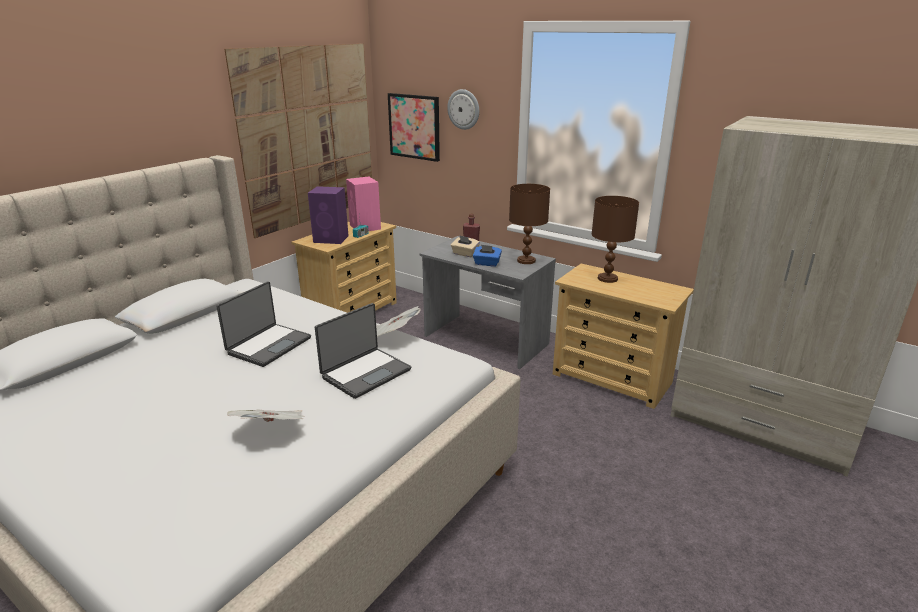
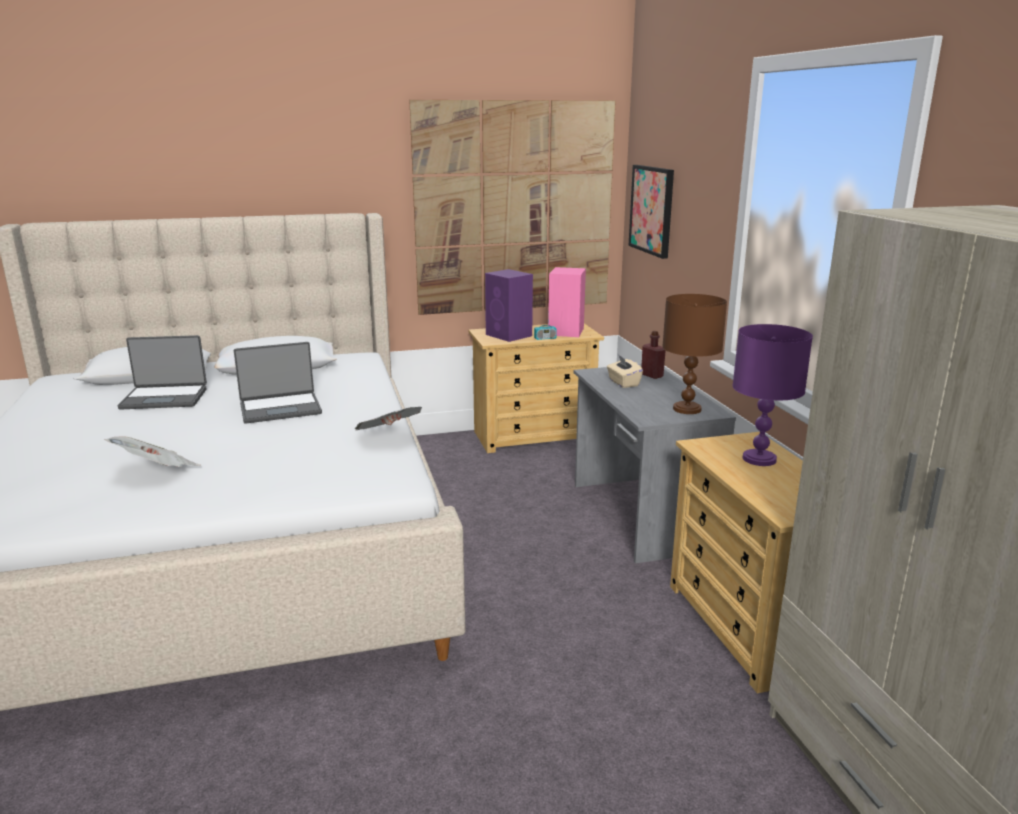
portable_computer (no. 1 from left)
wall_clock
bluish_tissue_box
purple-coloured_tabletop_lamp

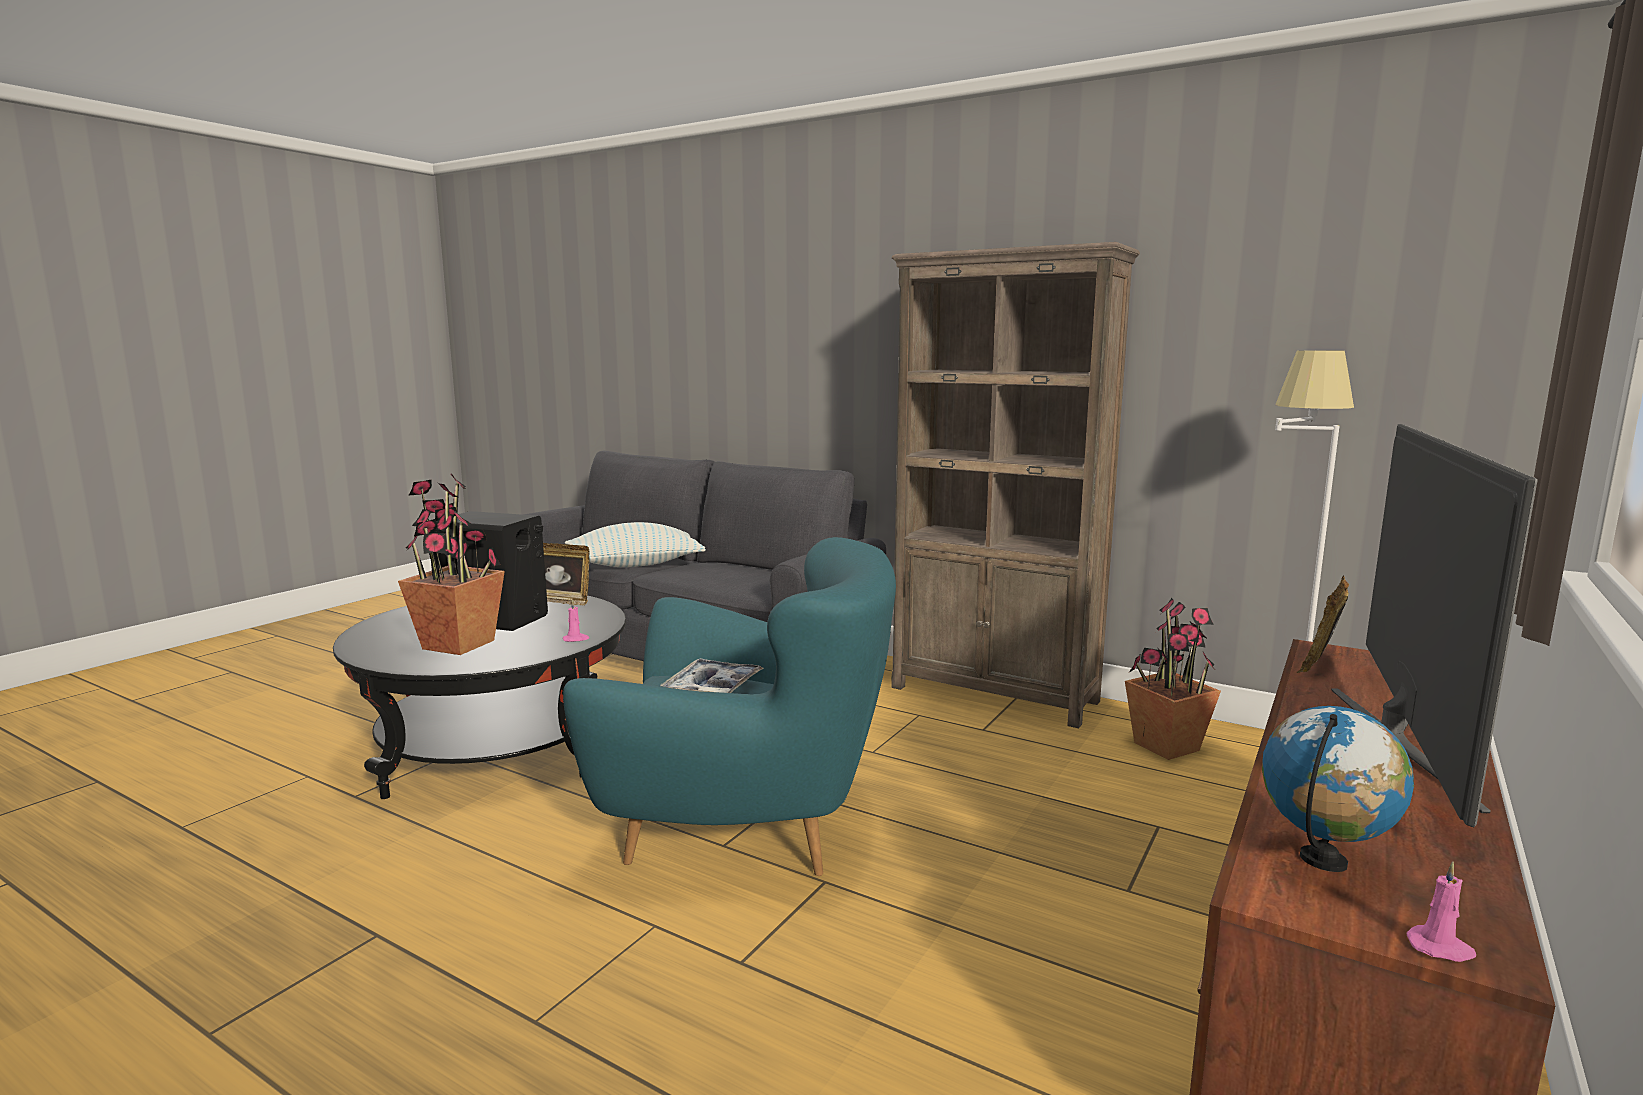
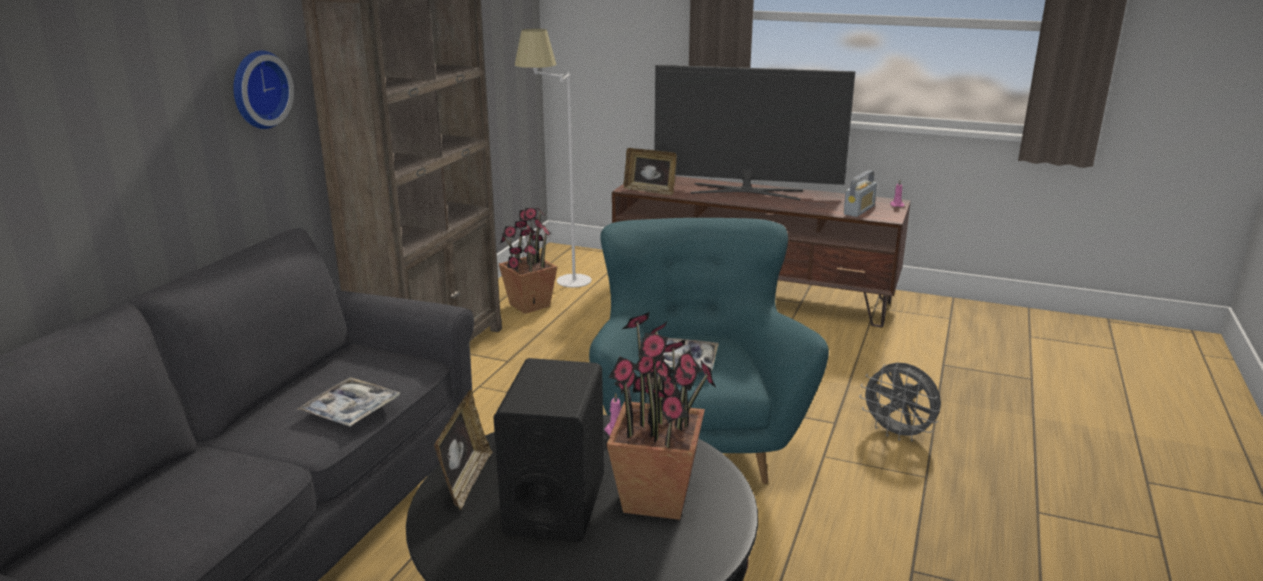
cushion
radio_set
wall_clock
tray (no. 1 from left)
greyish_electric_fan

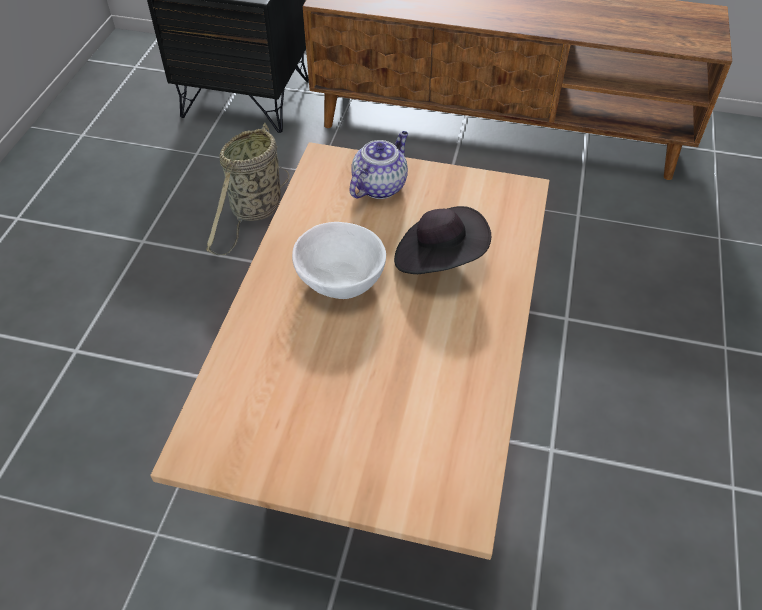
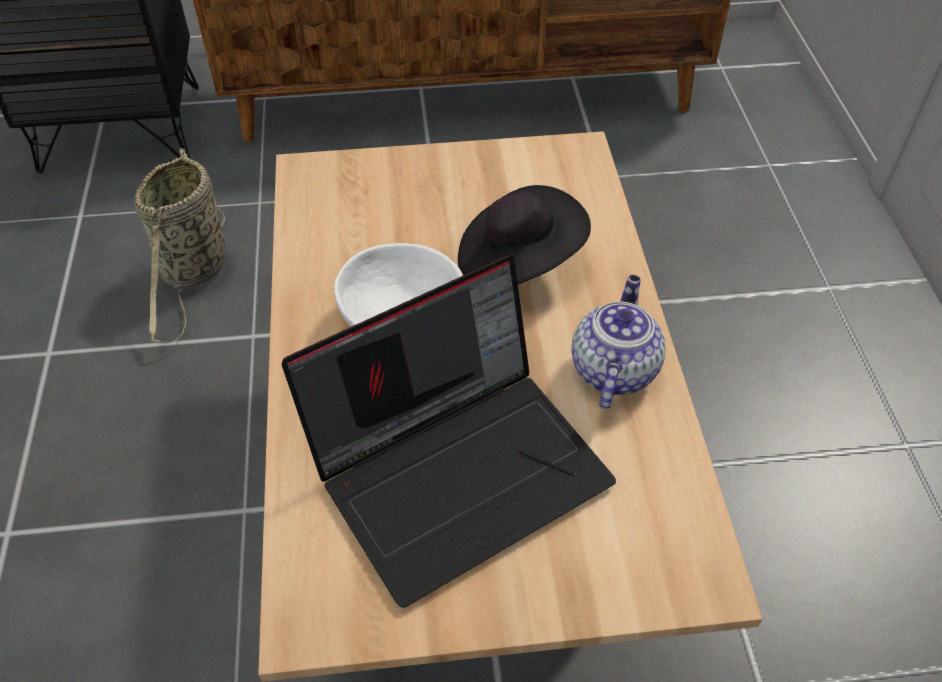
pot_for_tea
portable_computer

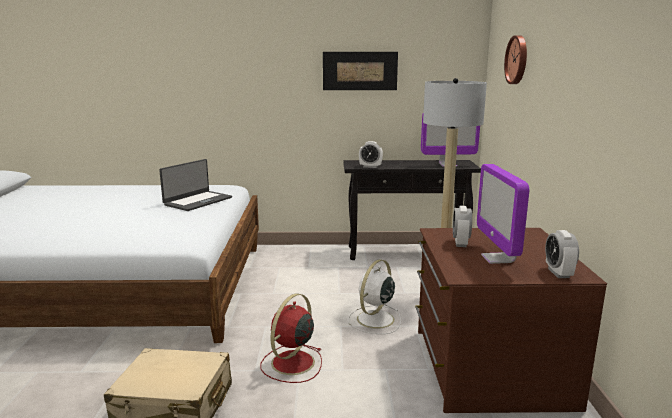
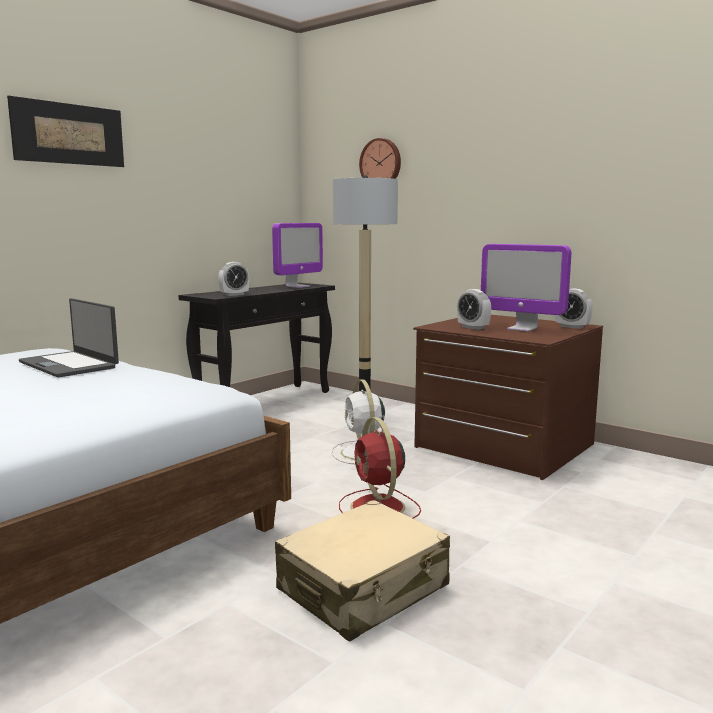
portable_computer
wall_art

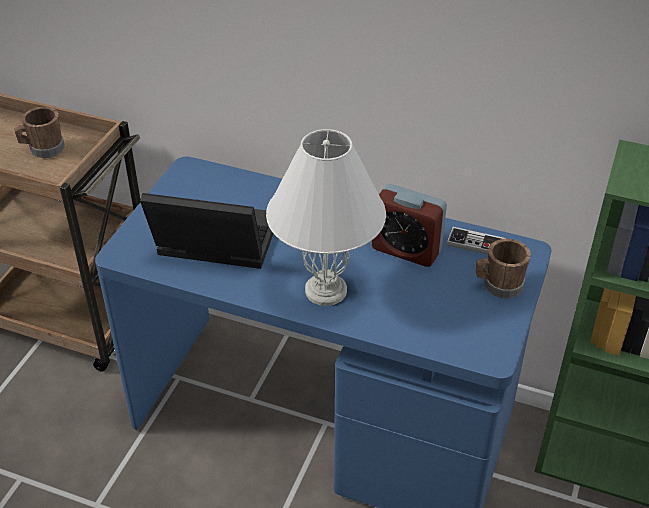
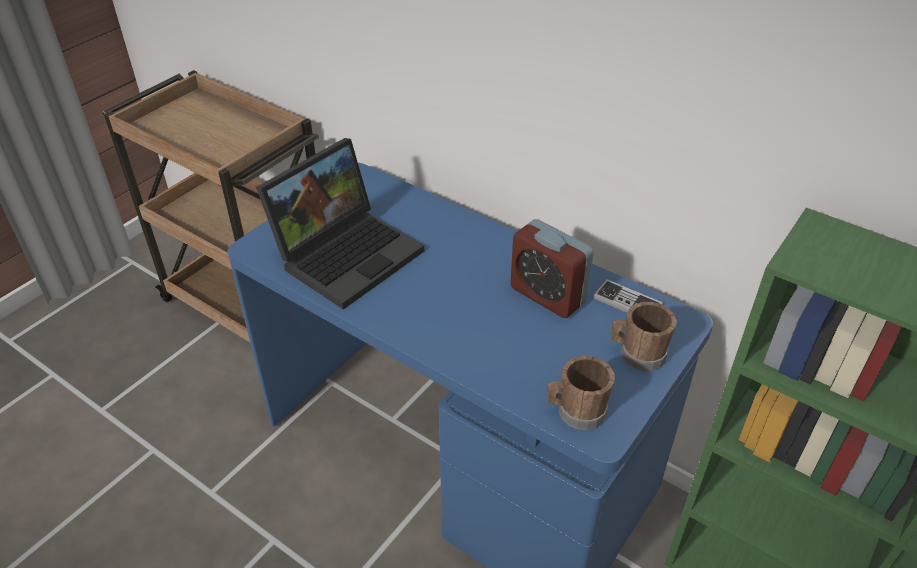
brown_mug (no. 1 from left)
portable_computer
whitish_tabletop_lamp

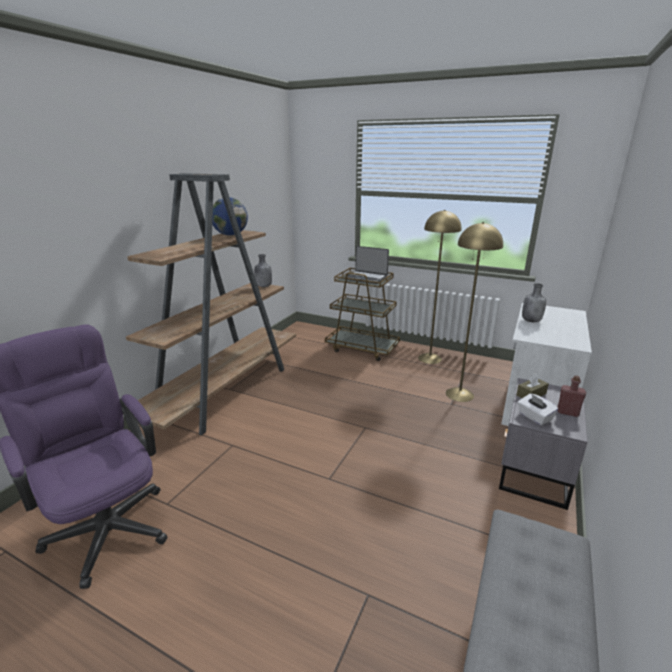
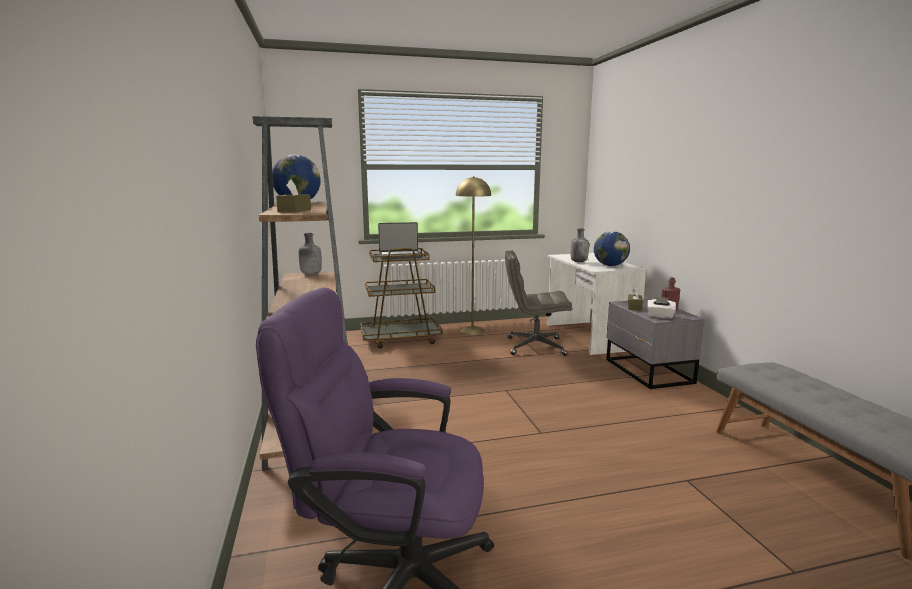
greyish_office_chair
brown_tissue_box (no. 1 from left)
world_globe (no. 2 from left)

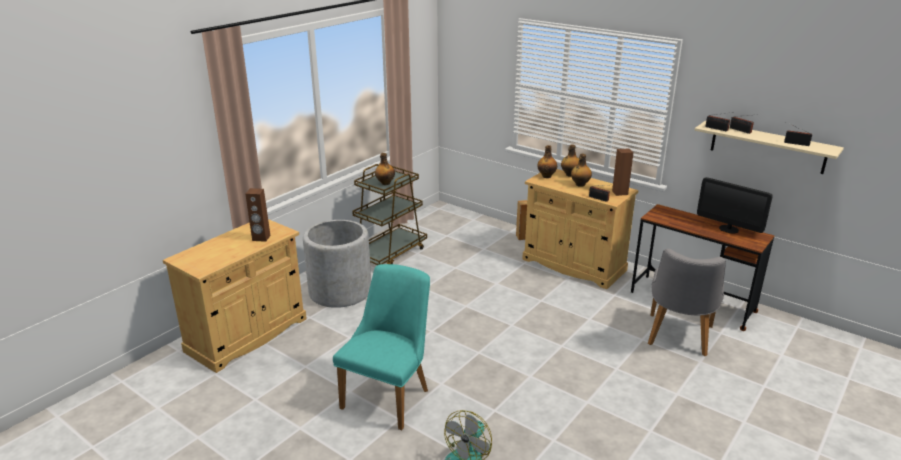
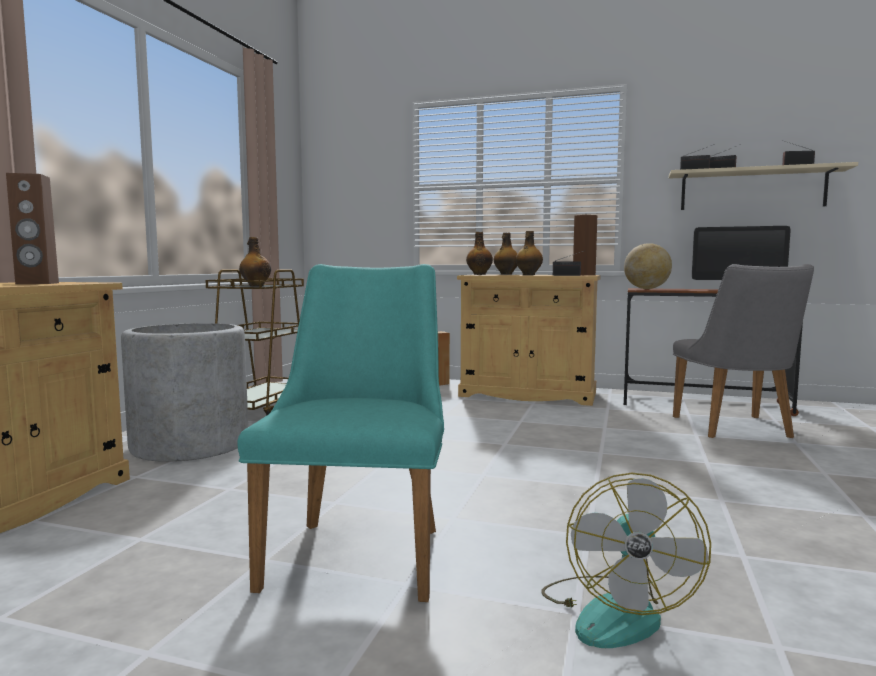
world_globe

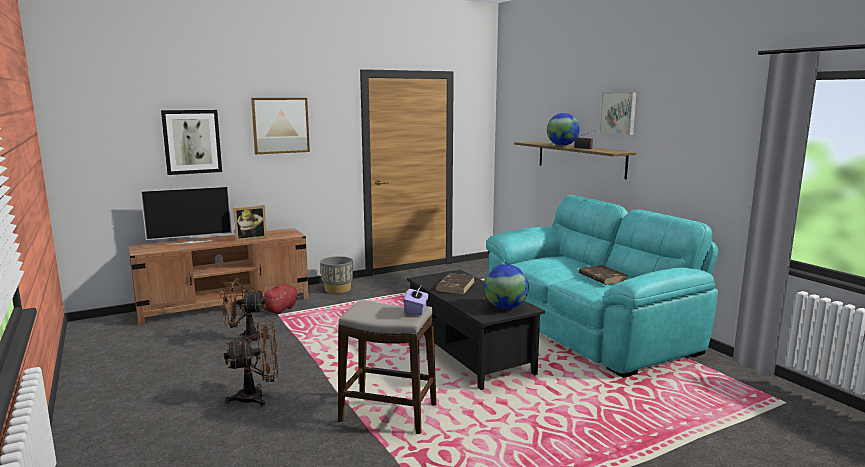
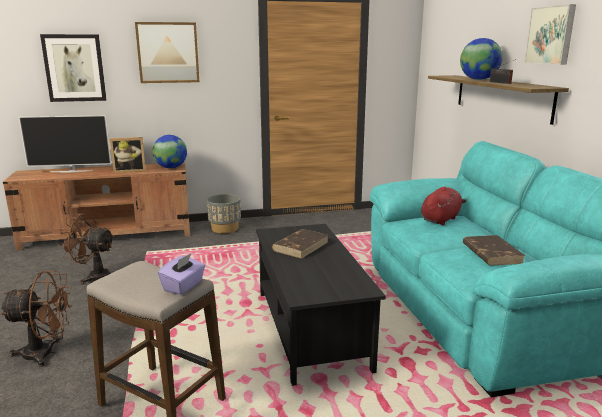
red-coloured_soft_toy
world_globe (no. 1 from left)

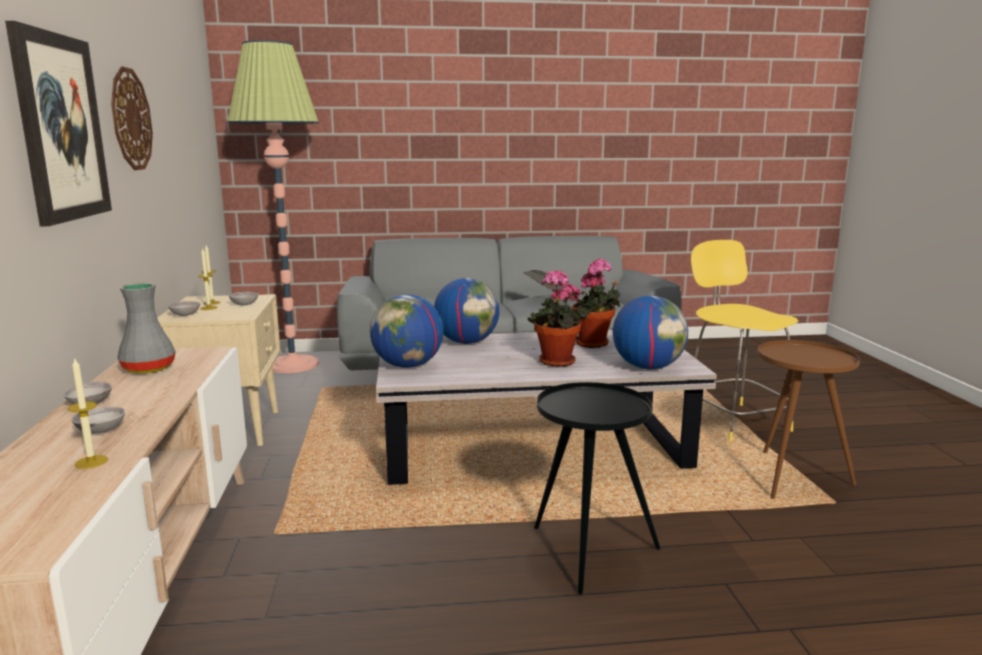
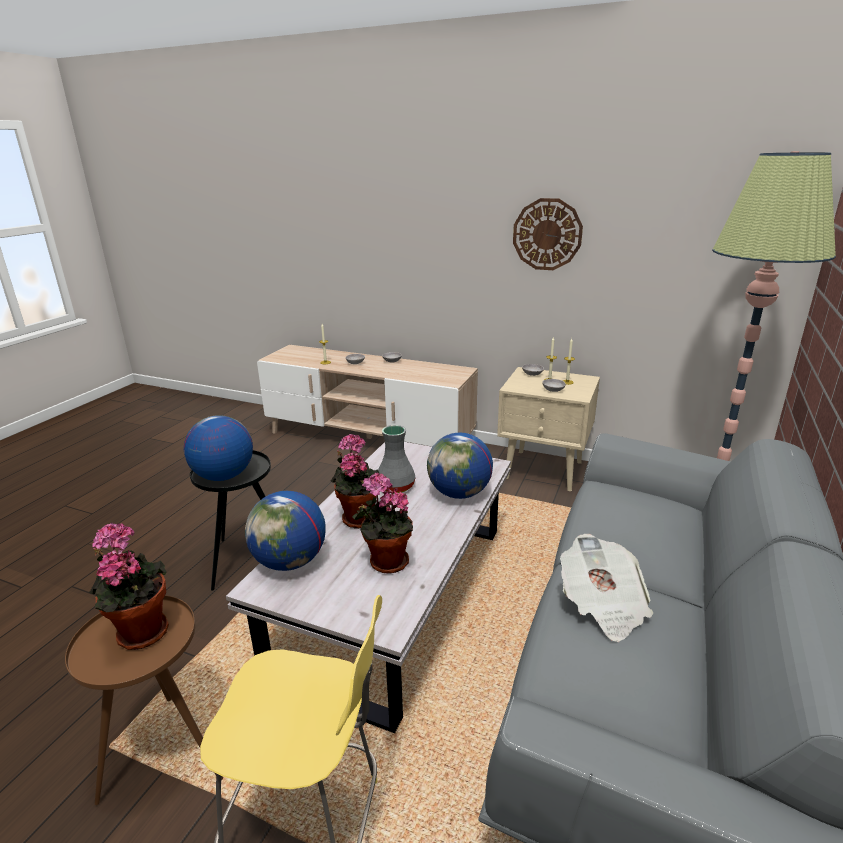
wall_art
greyish_decorative_vase
world_globe (no. 1 from left)
houseplant (no. 1 from left)

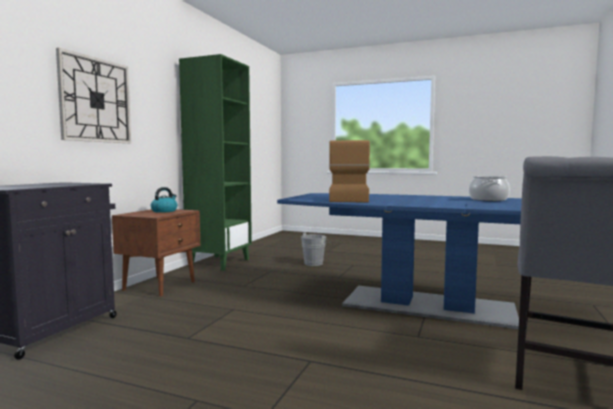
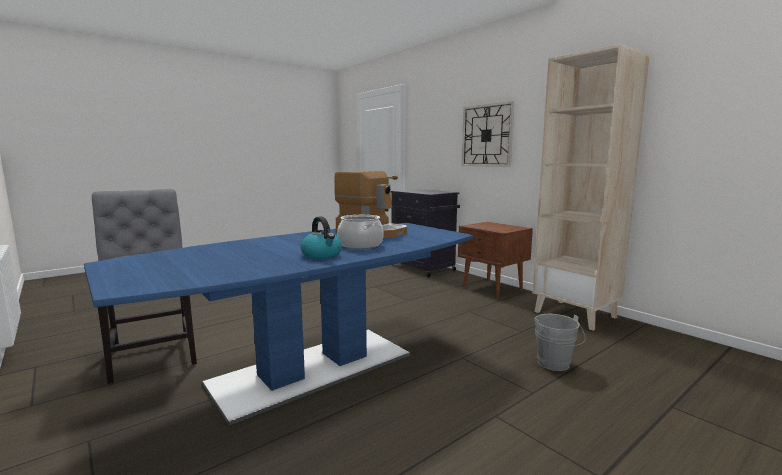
water_kettle
beige-coloured_bookshelf
saucepot

